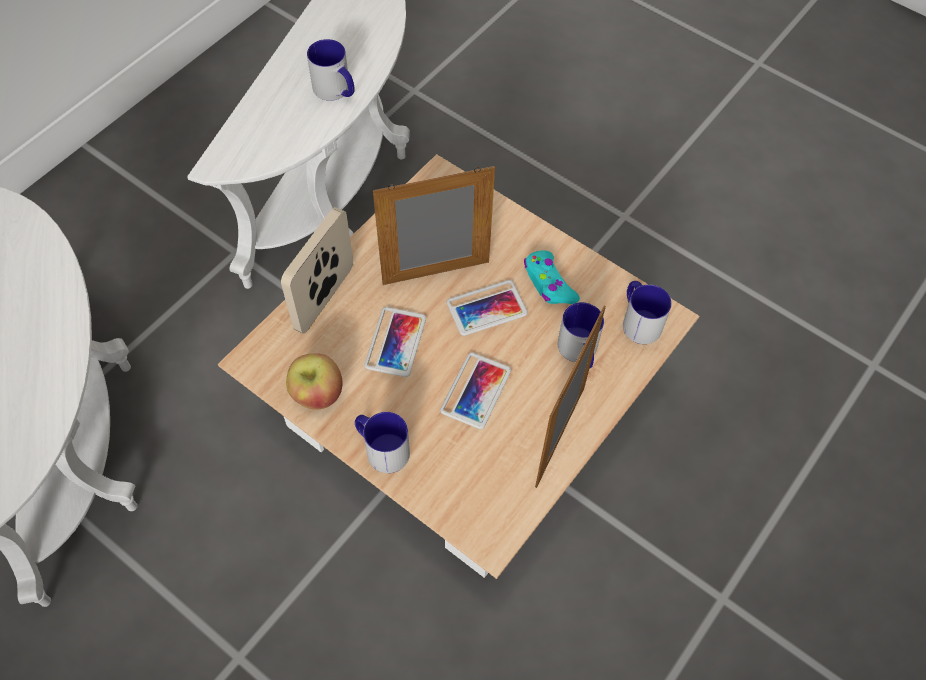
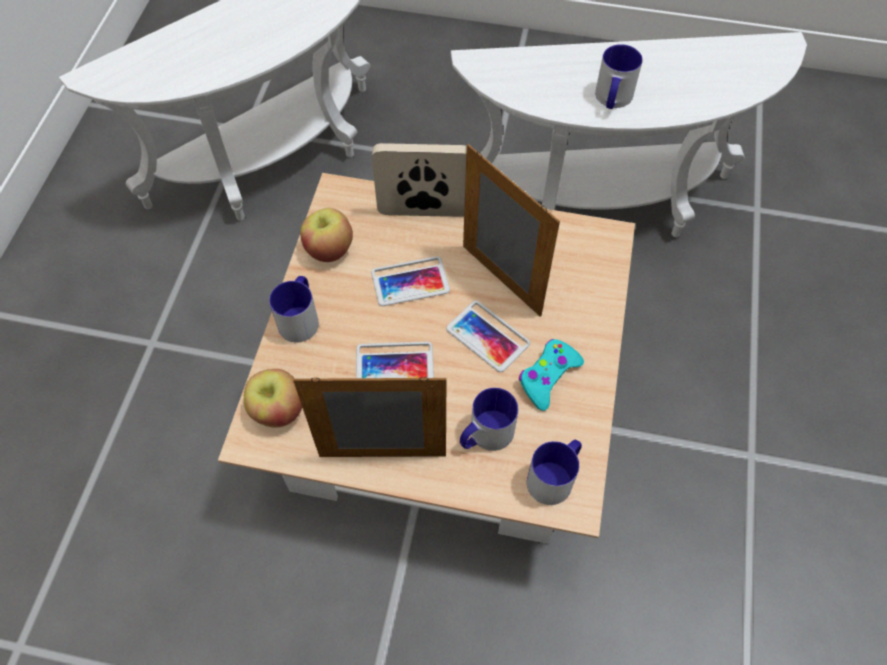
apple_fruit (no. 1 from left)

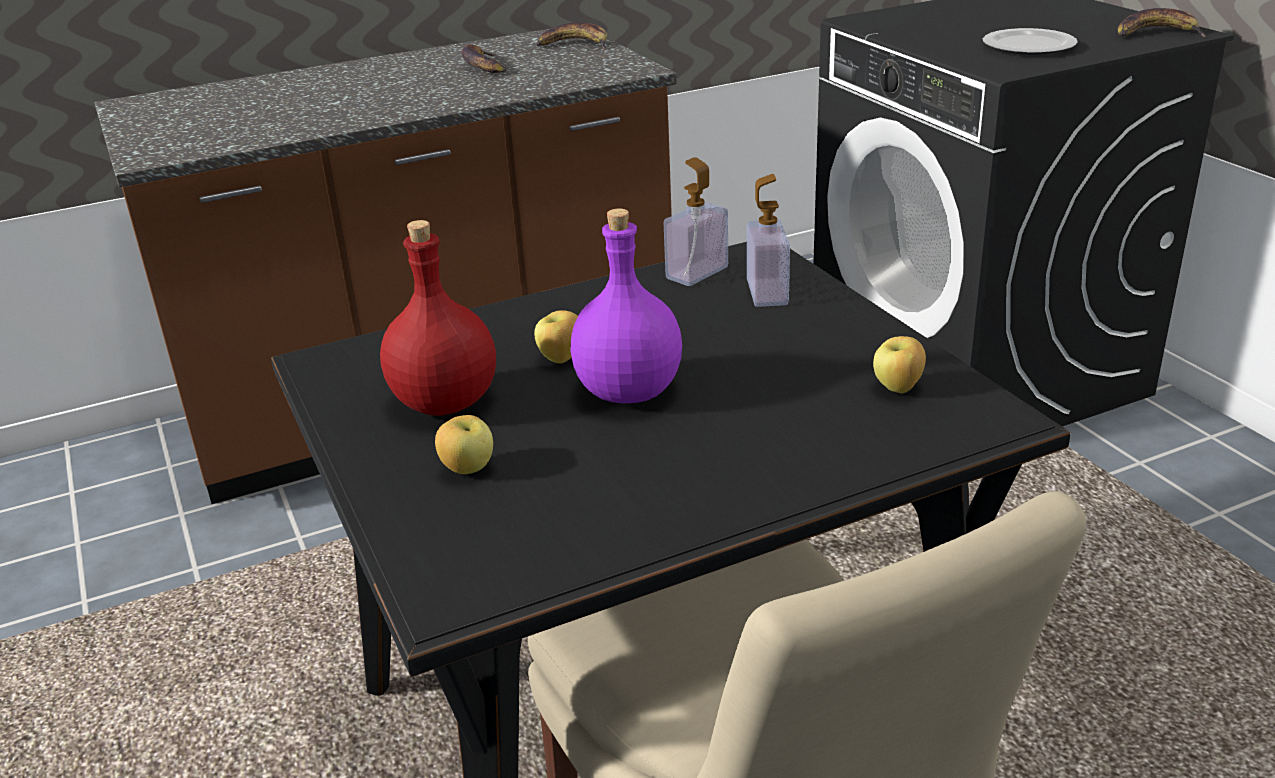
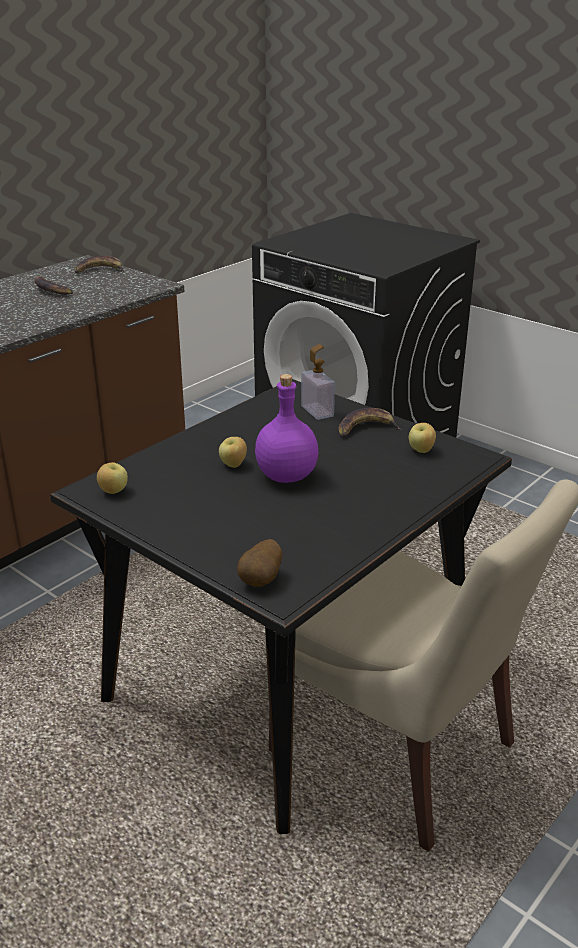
red-coloured_bottle
apple_fruit (no. 1 from left)
liquid_soap_bottle (no. 1 from left in the first image)
dinner_plate
banana (no. 3 from left)
spud

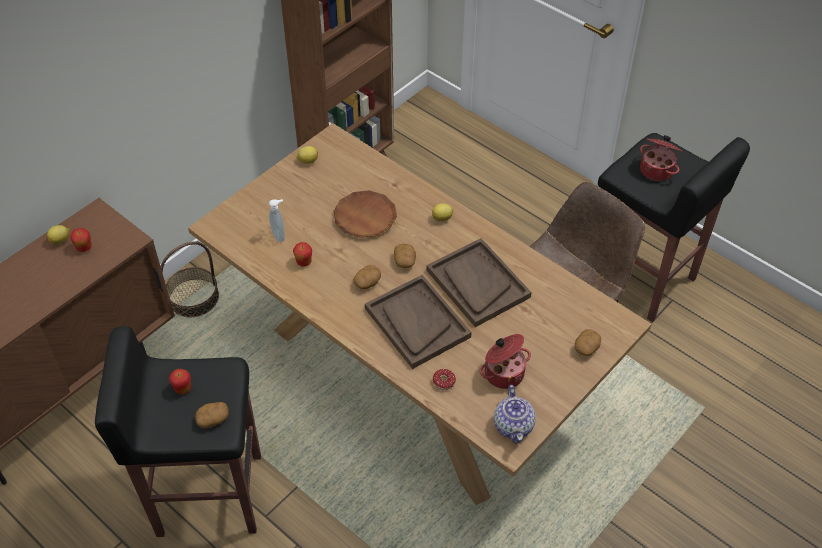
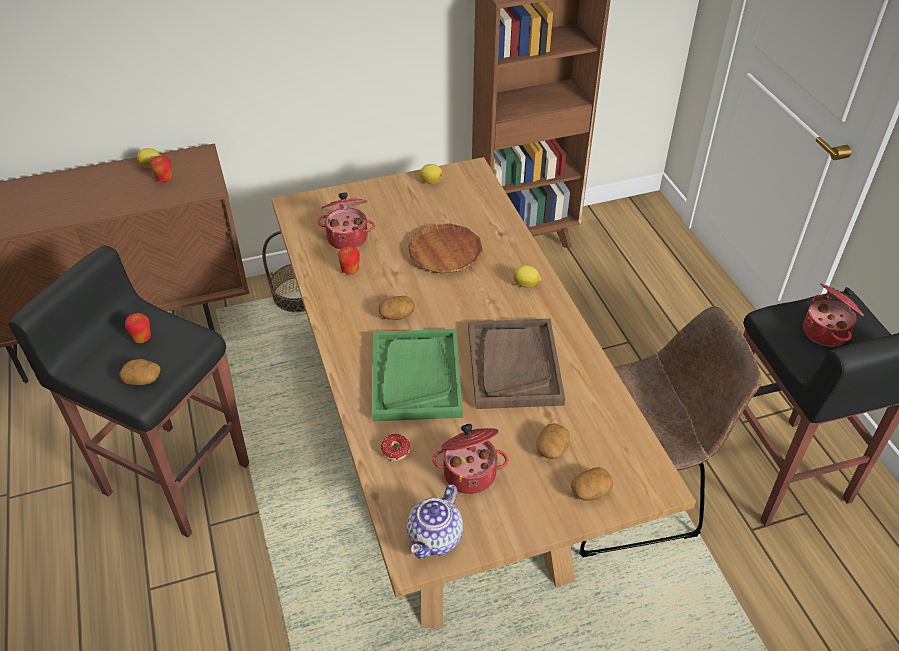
saucepot (no. 1 from left)
green-coloured_tray
spud (no. 3 from left)

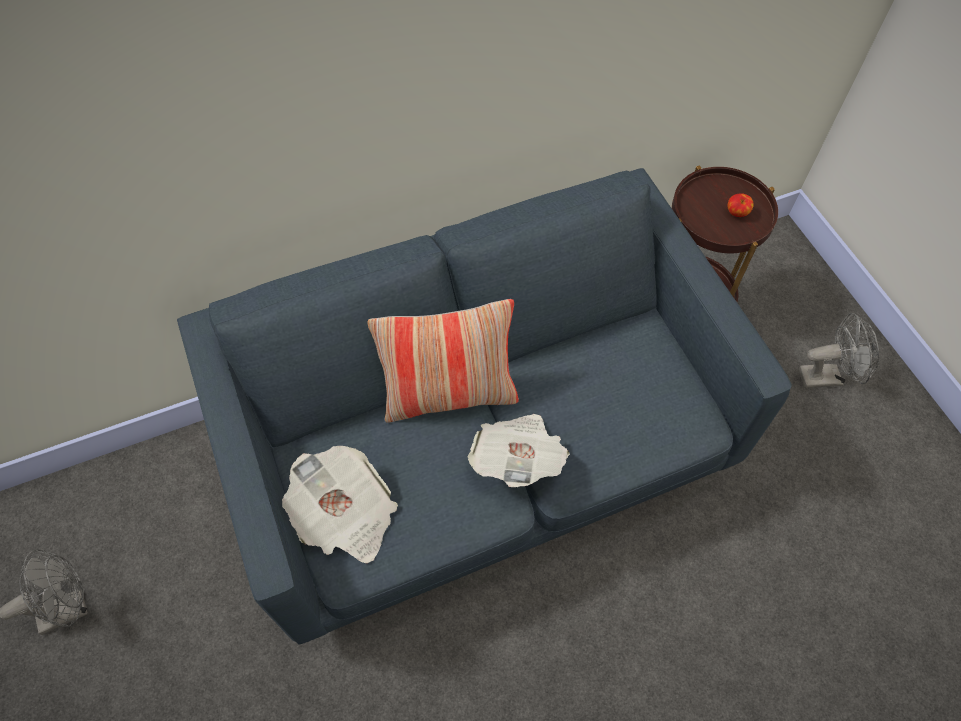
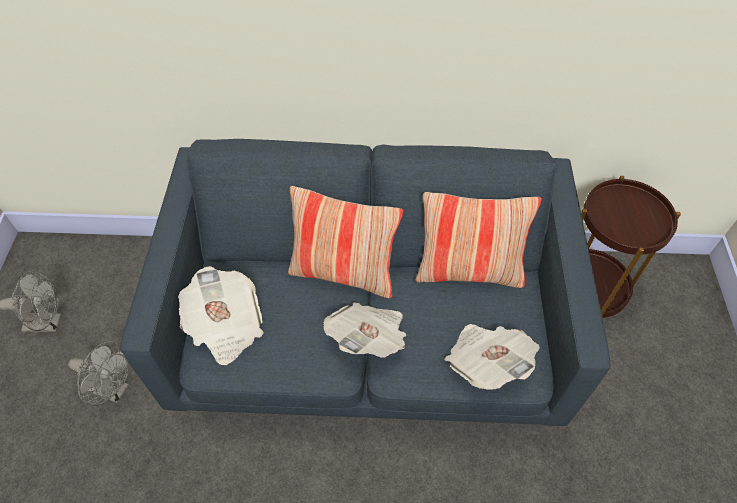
apple_fruit
greyish_electric_fan (no. 2 from left)
cushion (no. 2 from left)
newspaper (no. 3 from left)

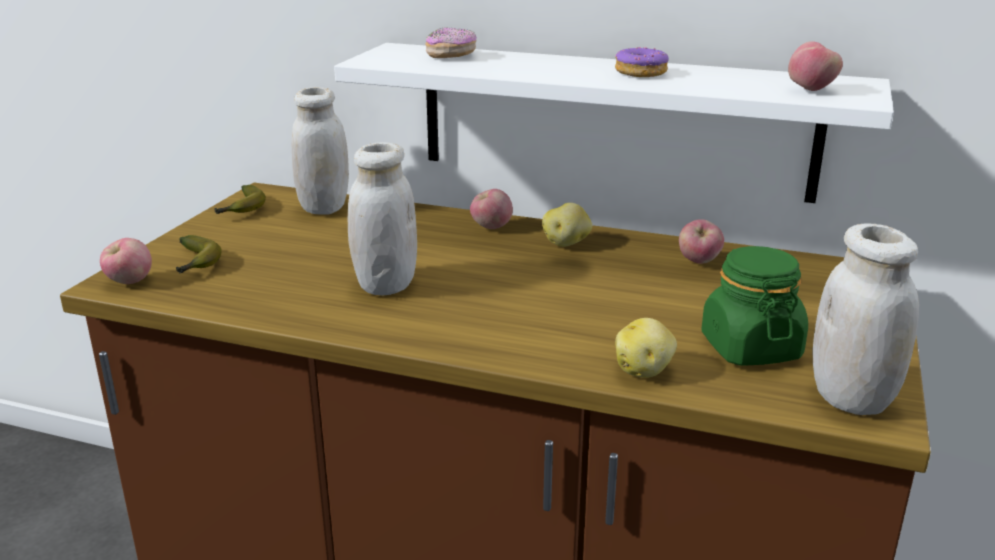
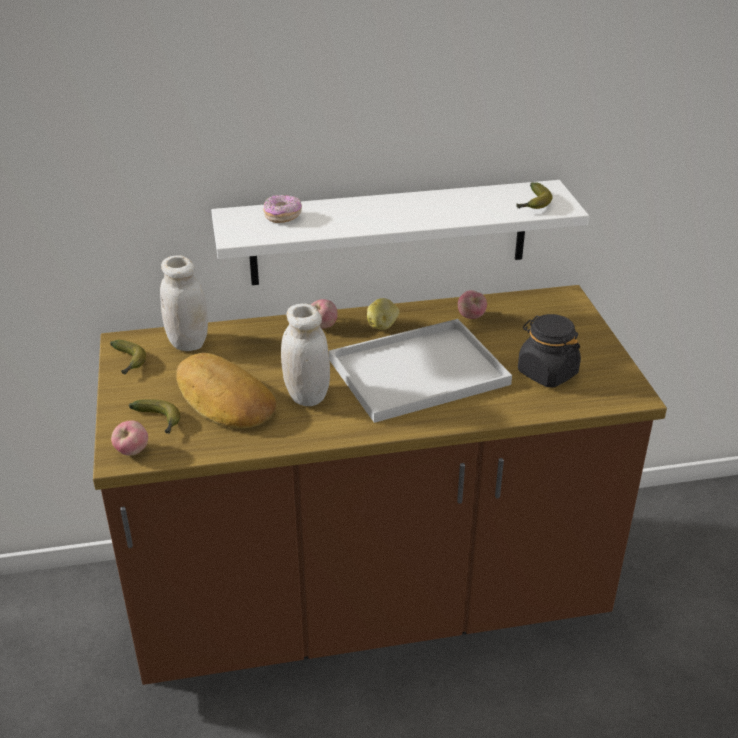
donut (no. 2 from left in the first image)
spud (no. 2 from left in the first image)
black_preserve_jar
banana (no. 3 from left)
whitish_preserve_jar (no. 3 from left in the first image)
bread
whitish_tray

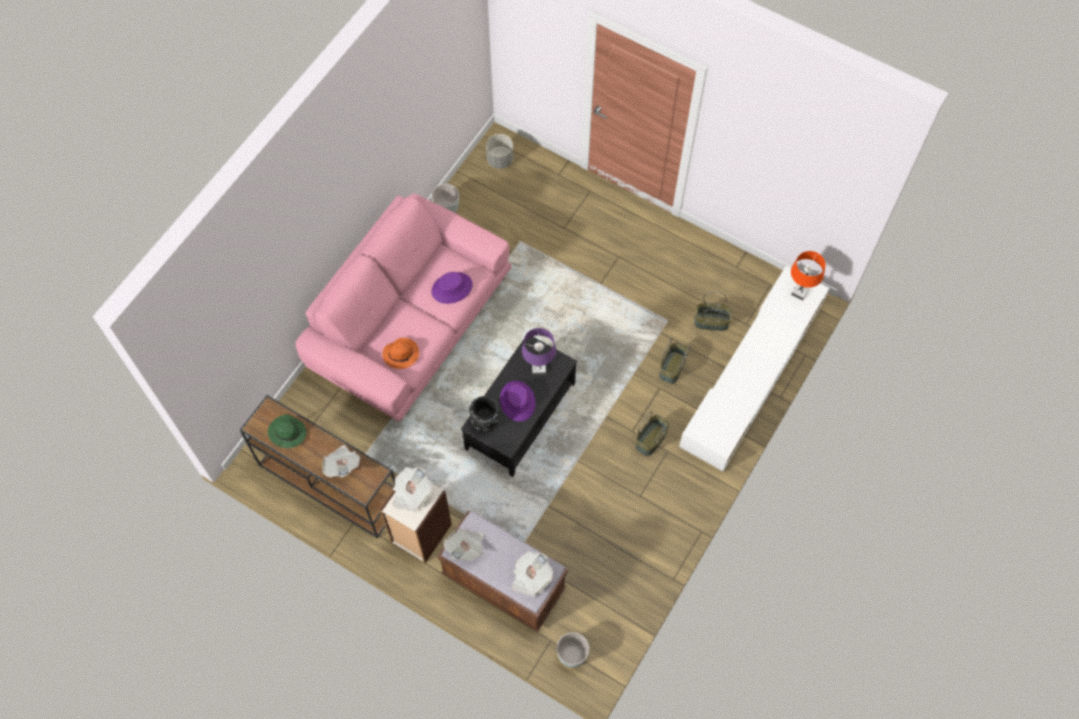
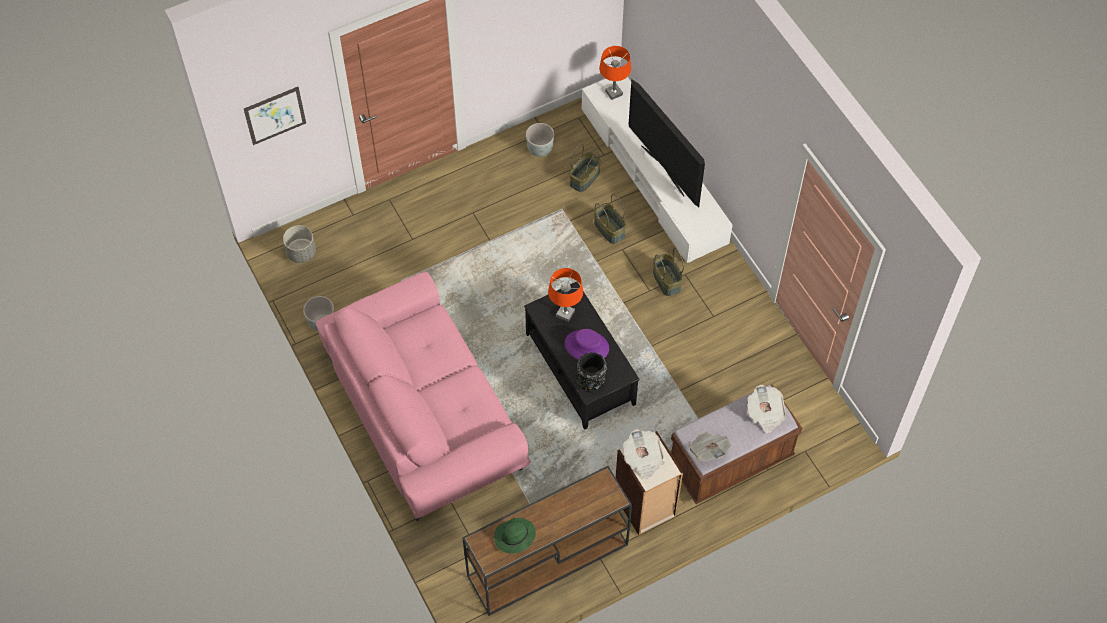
newspaper (no. 1 from left in the first image)
orangey_wearable_hat
purple-coloured_wearable_hat (no. 1 from left in the first image)
orangey_tabletop_lamp (no. 1 from left)
greyish_planter (no. 3 from left)
wall_art
TV

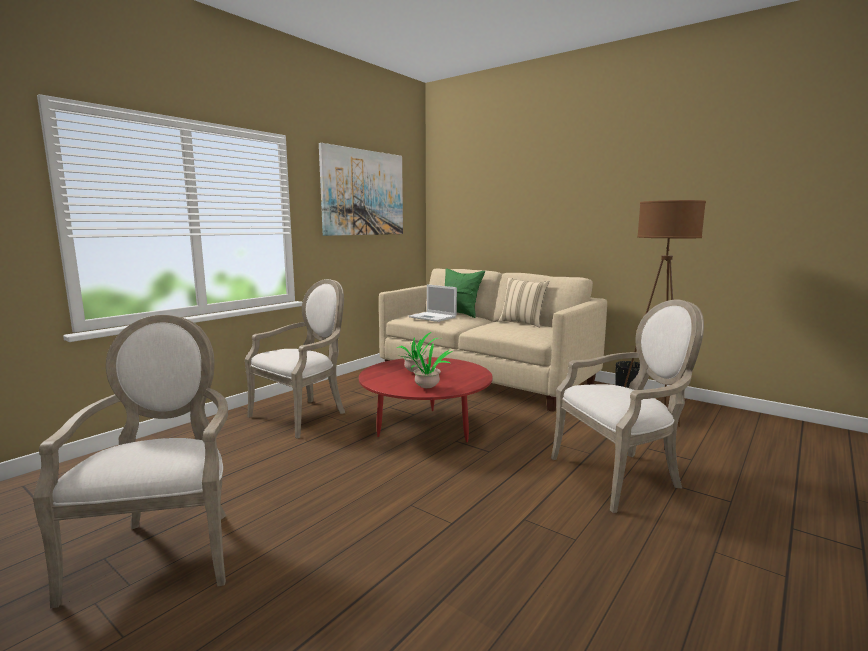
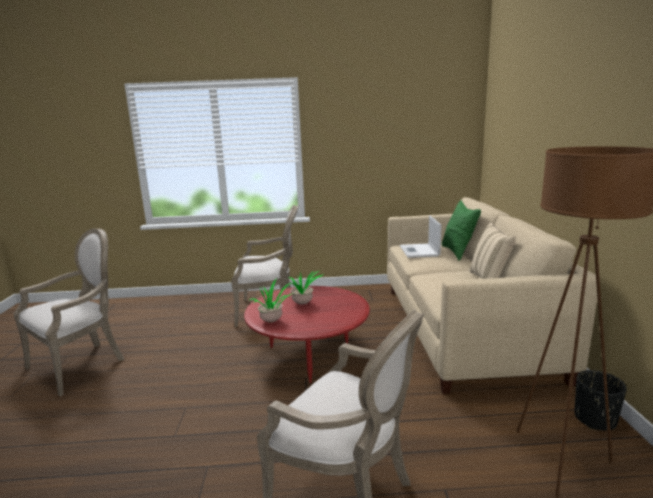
wall_art

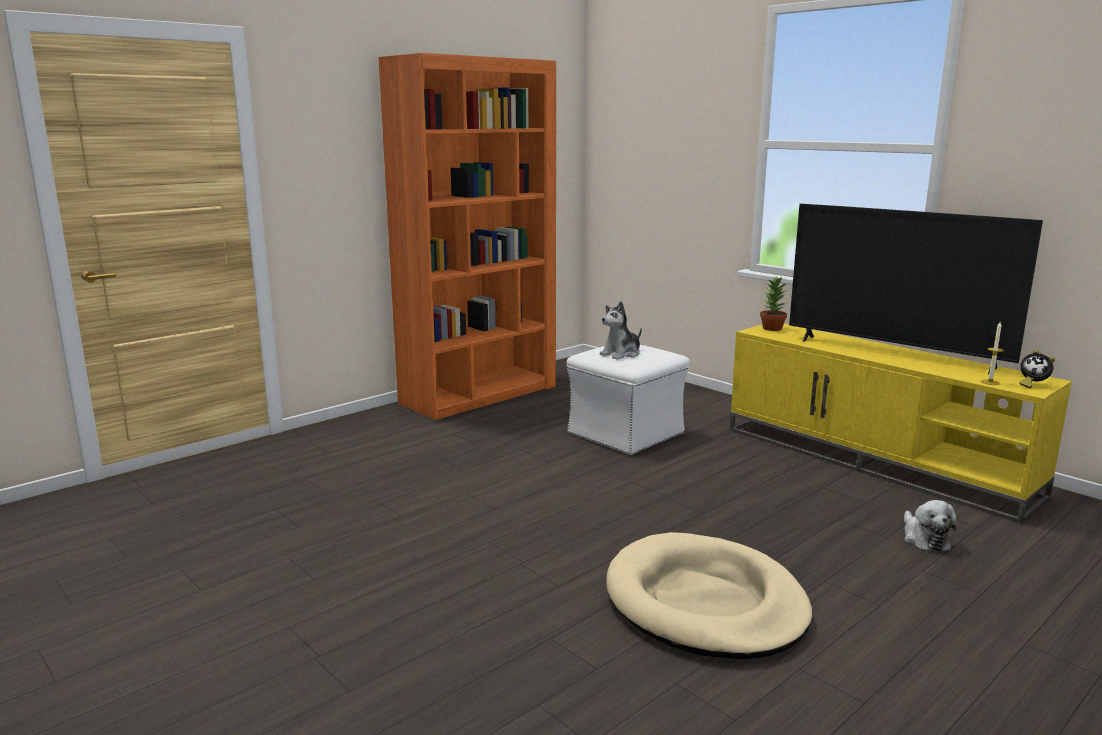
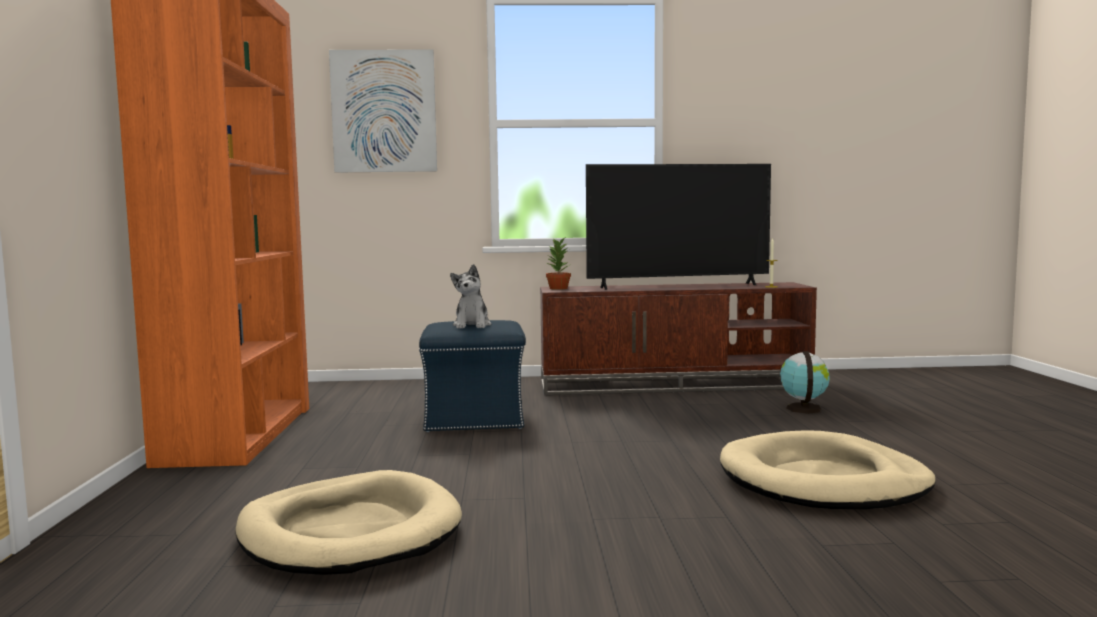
bluish_footrest
brown_tv_unit
world_globe
bedside_clock
beige-coloured_dog_cushion (no. 1 from left)
wall_art

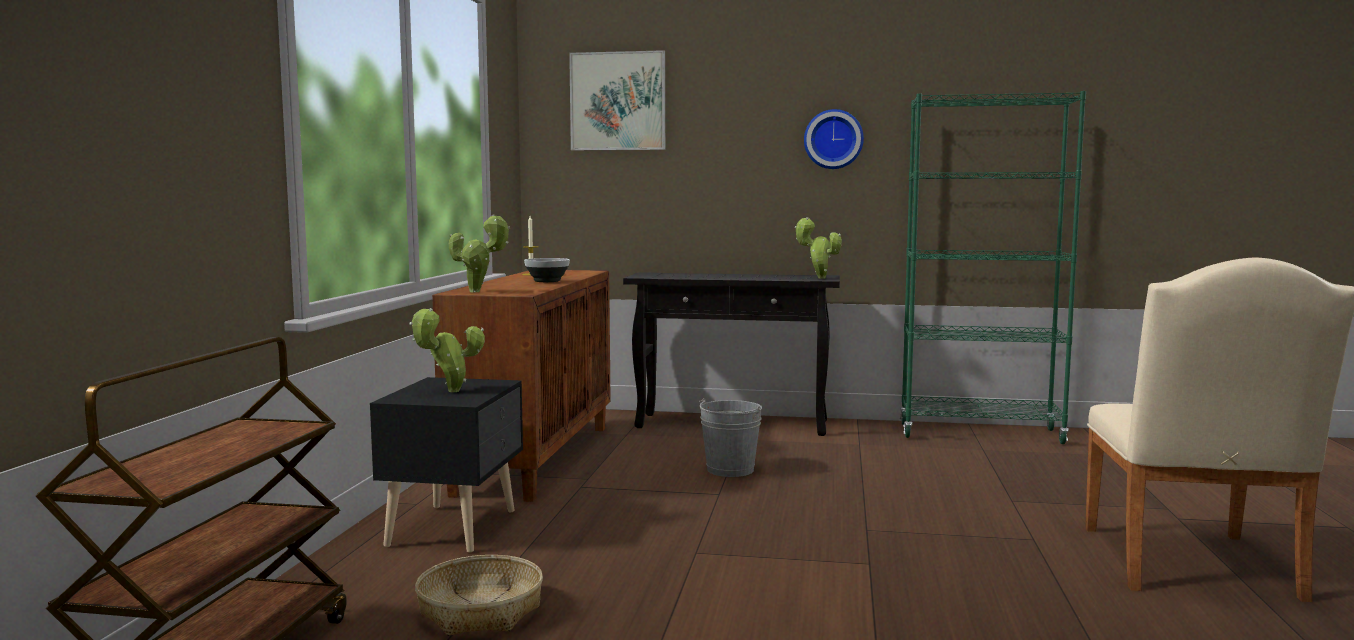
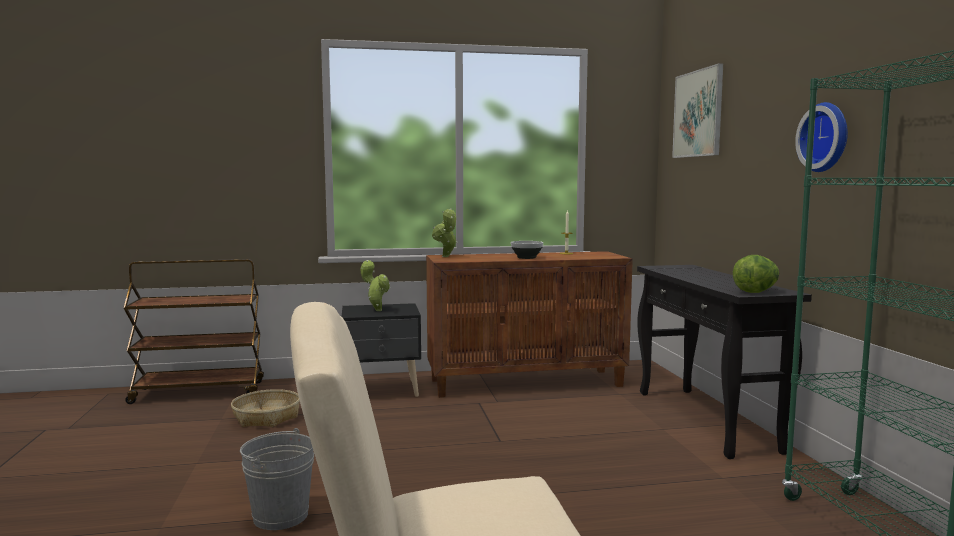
greyish_water_bucket
lettuce_head

